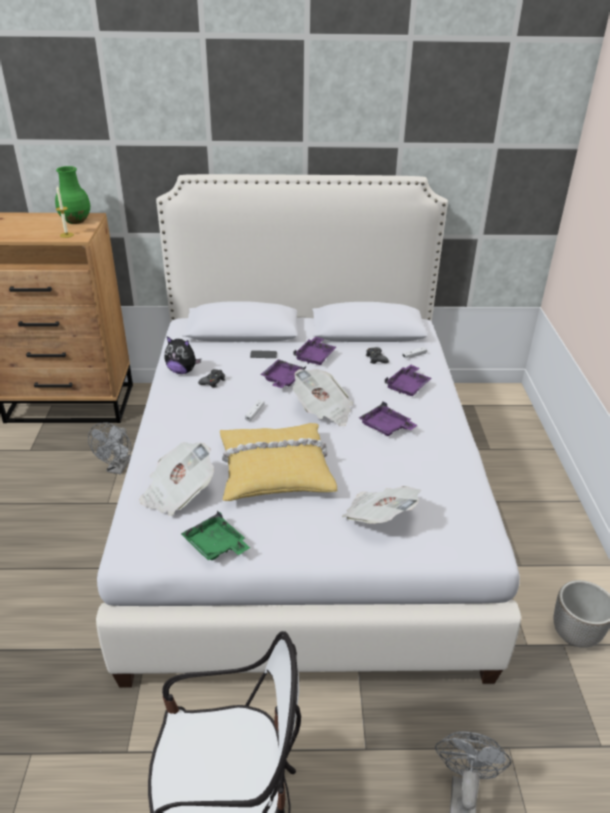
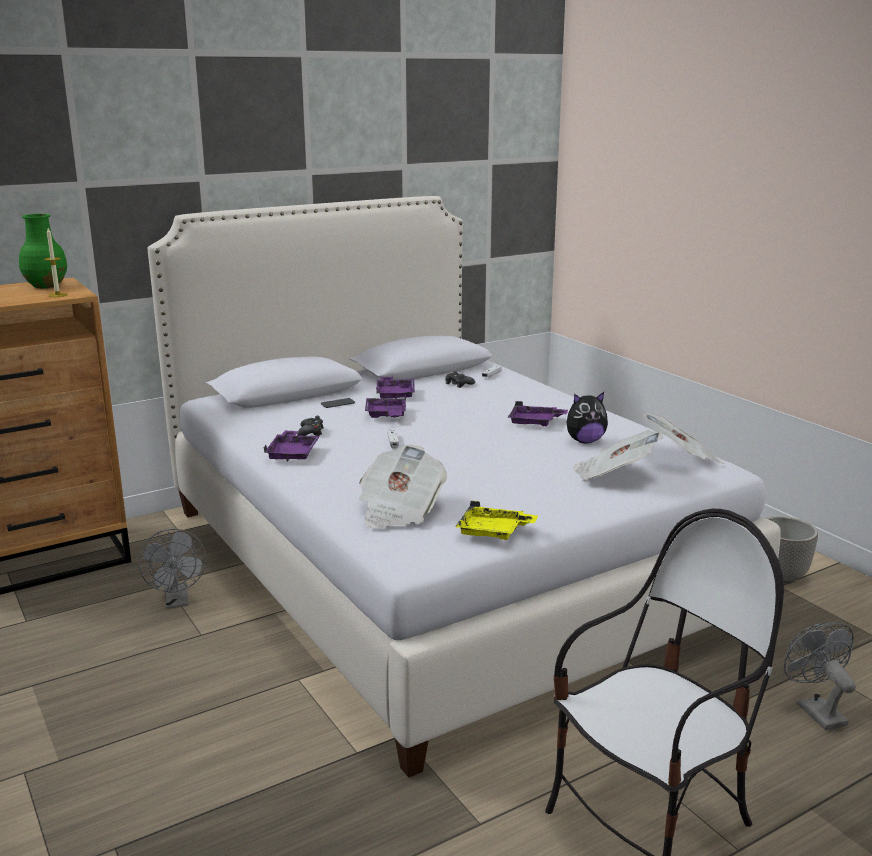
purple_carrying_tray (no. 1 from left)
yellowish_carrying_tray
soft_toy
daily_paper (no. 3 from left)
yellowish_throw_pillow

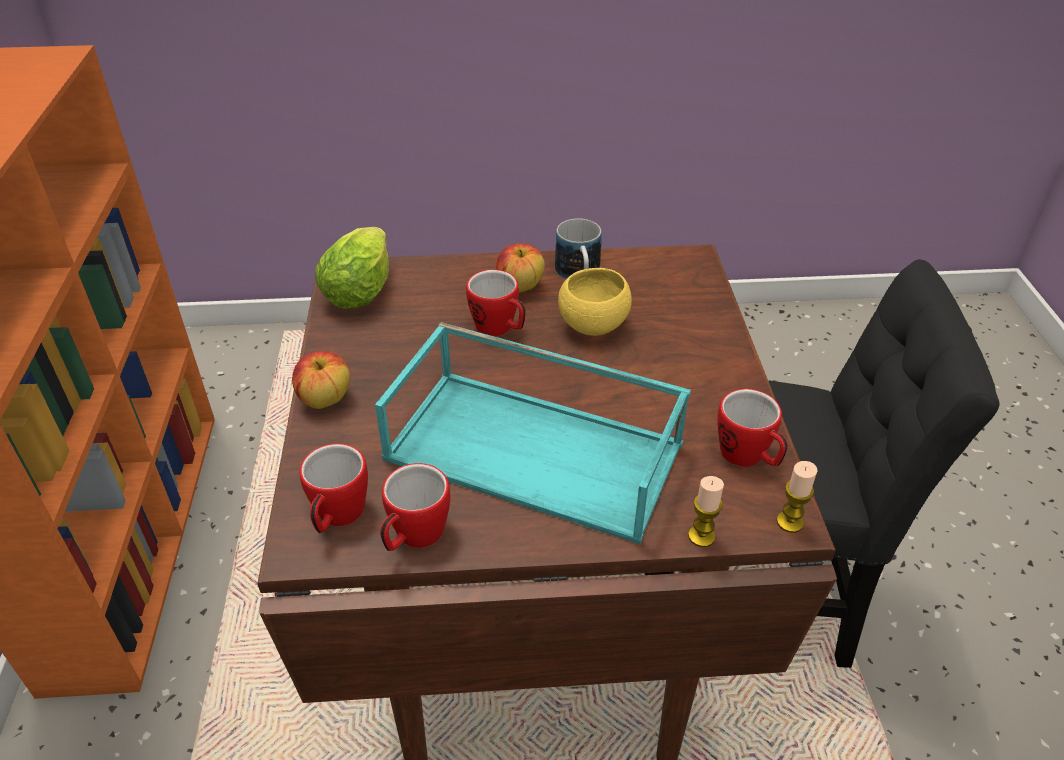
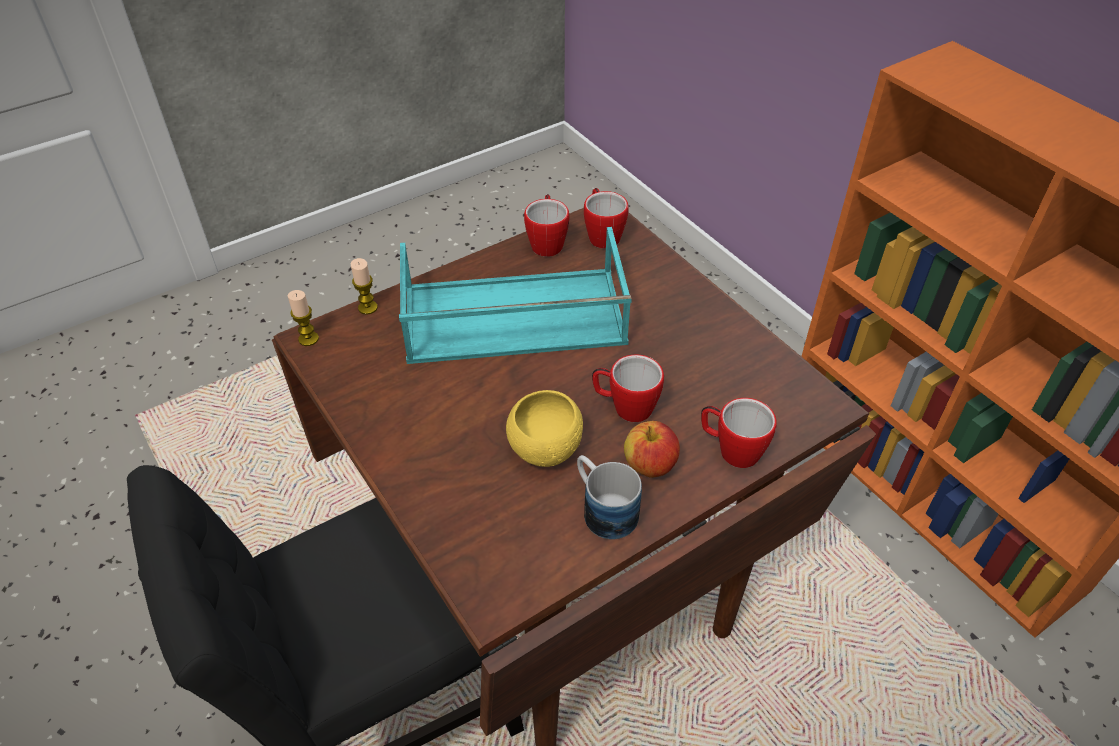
coffee_mug (no. 5 from left)
apple (no. 1 from left in the first image)
head_of_lettuce

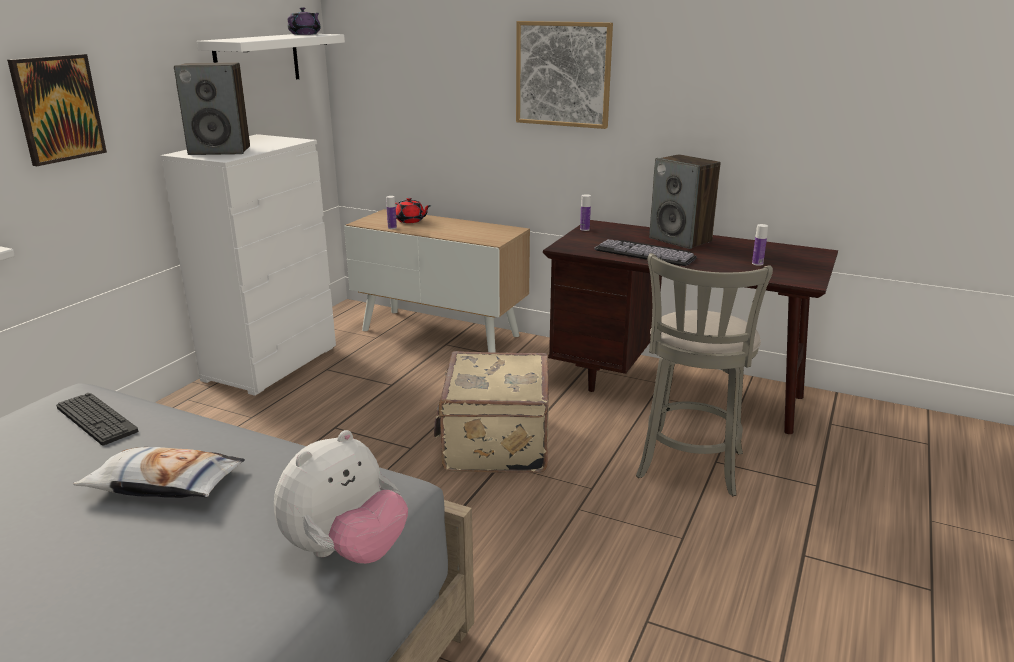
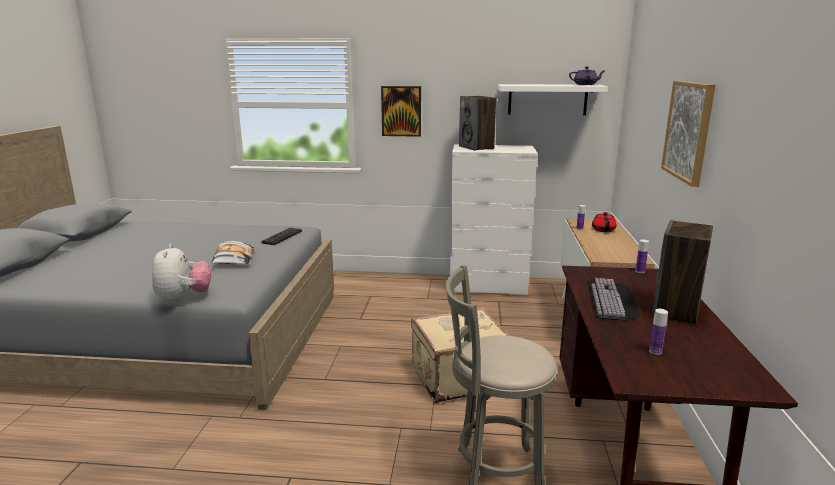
soft_toy

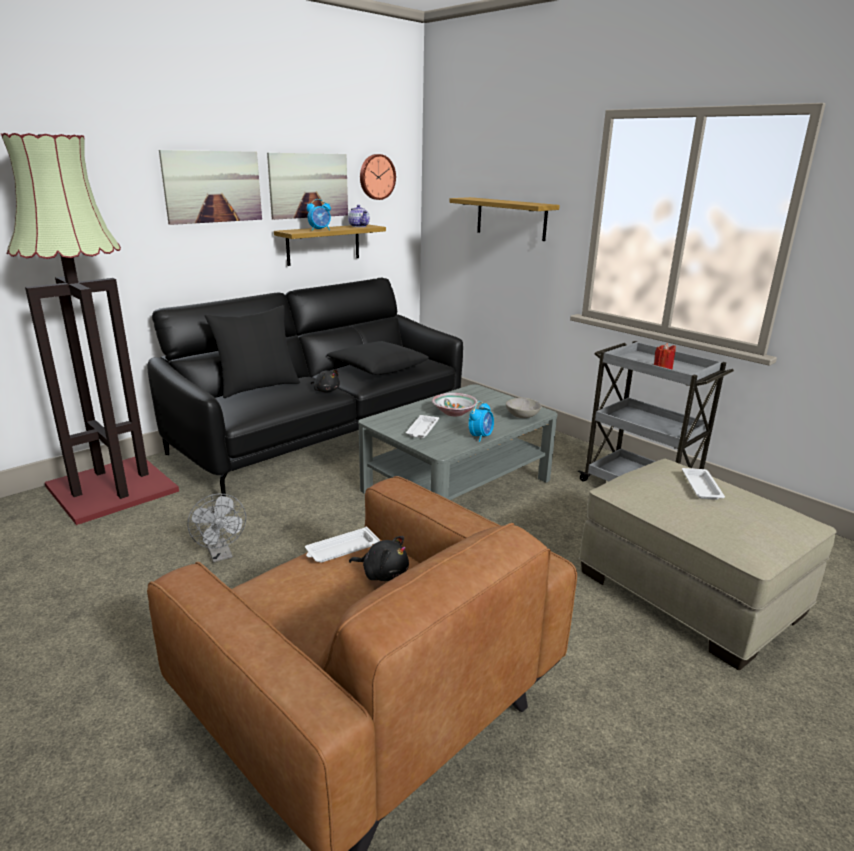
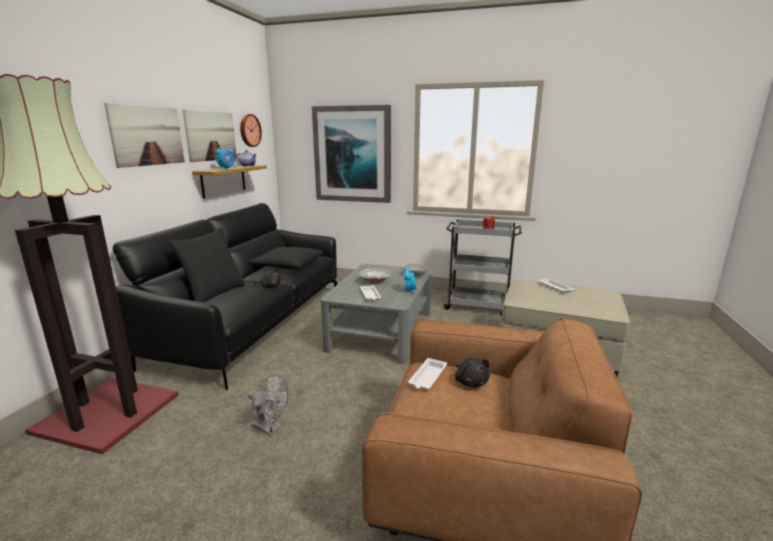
picture (no. 3 from left)
black_soft_toy (no. 2 from left)

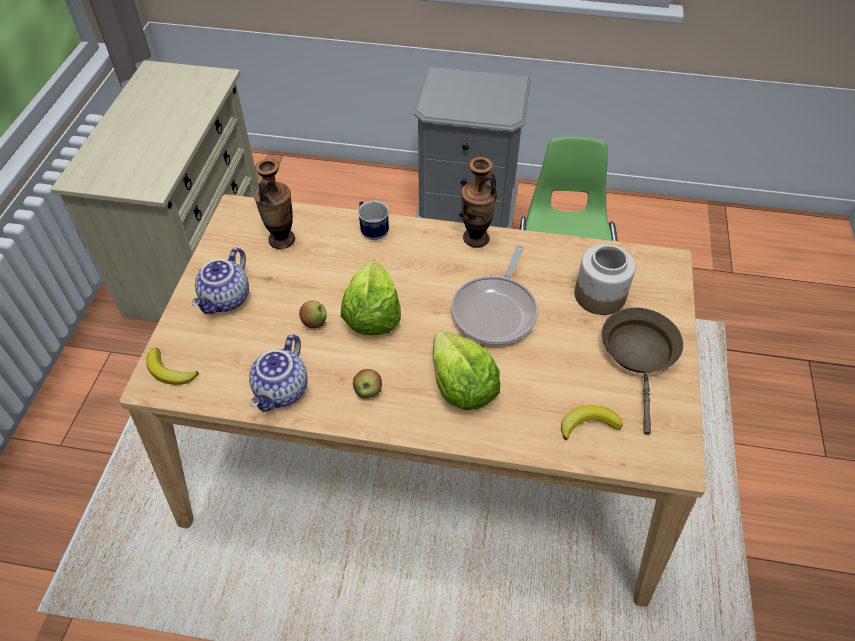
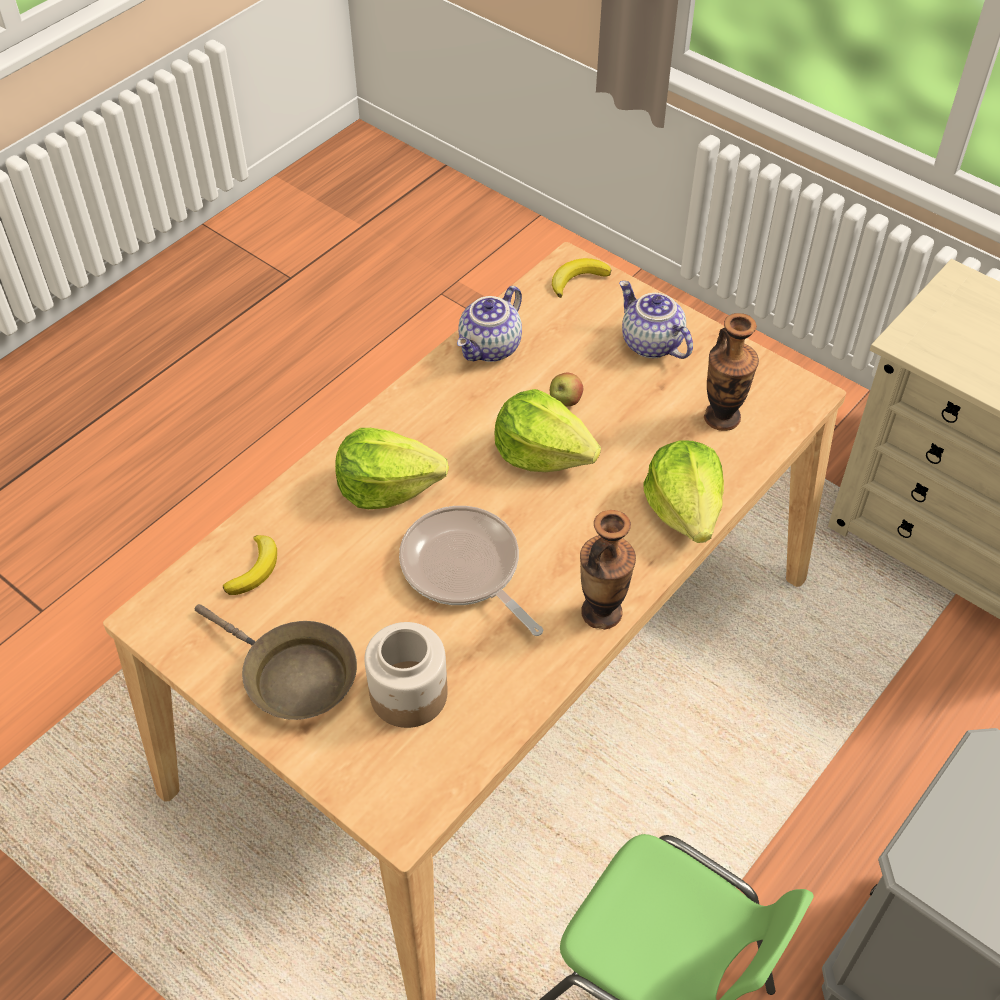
pot_for_tea (no. 1 from left)
head_of_lettuce (no. 3 from left)
apple (no. 2 from left in the first image)

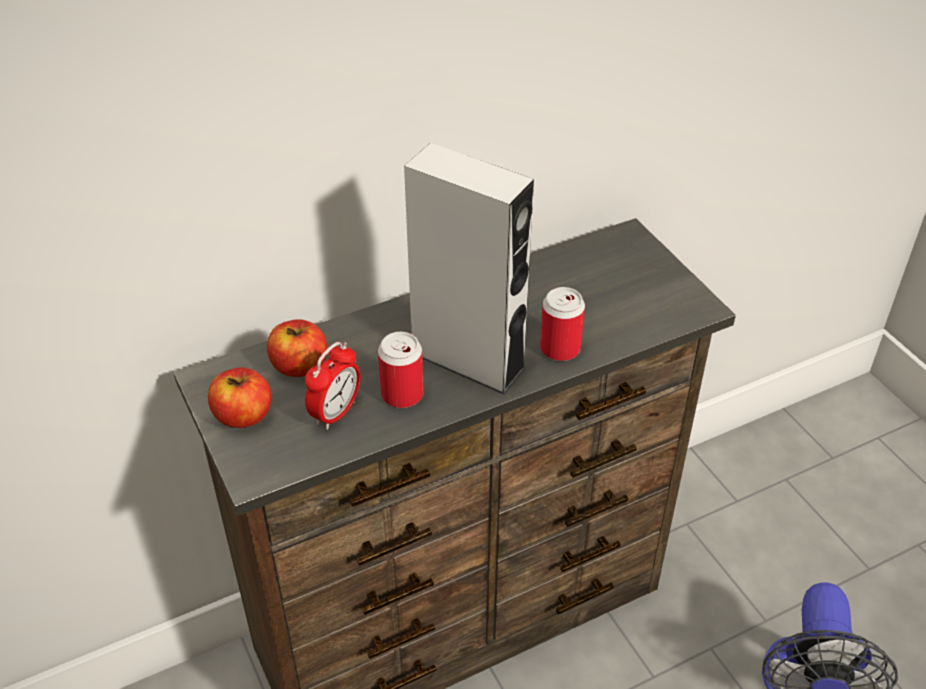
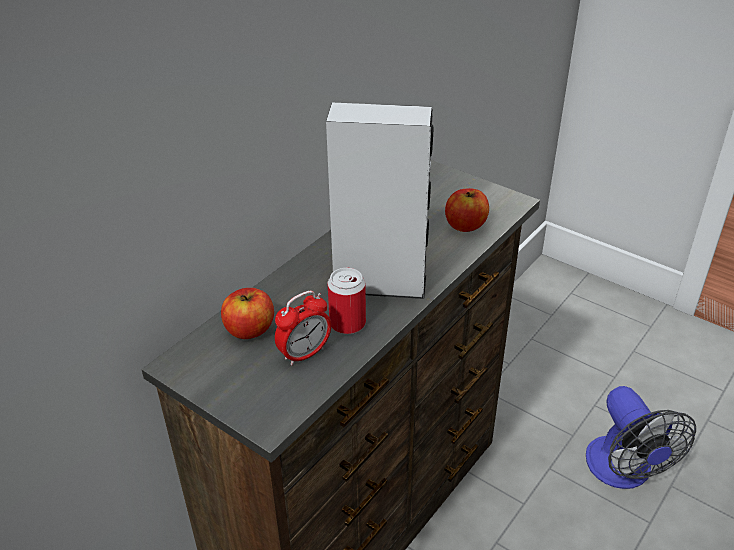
alarm_clock
apple (no. 2 from left)
metal_can (no. 2 from left in the first image)

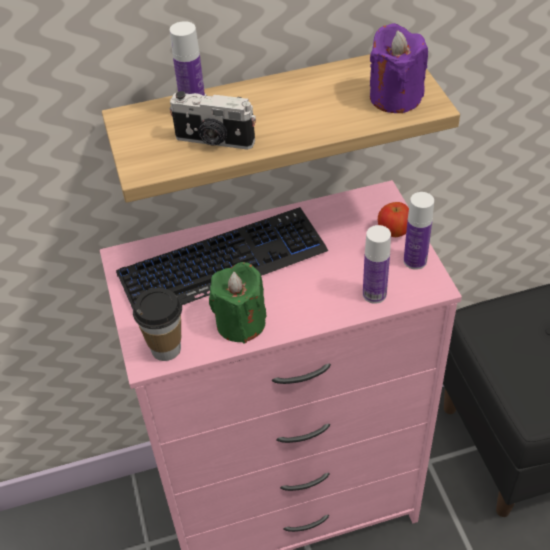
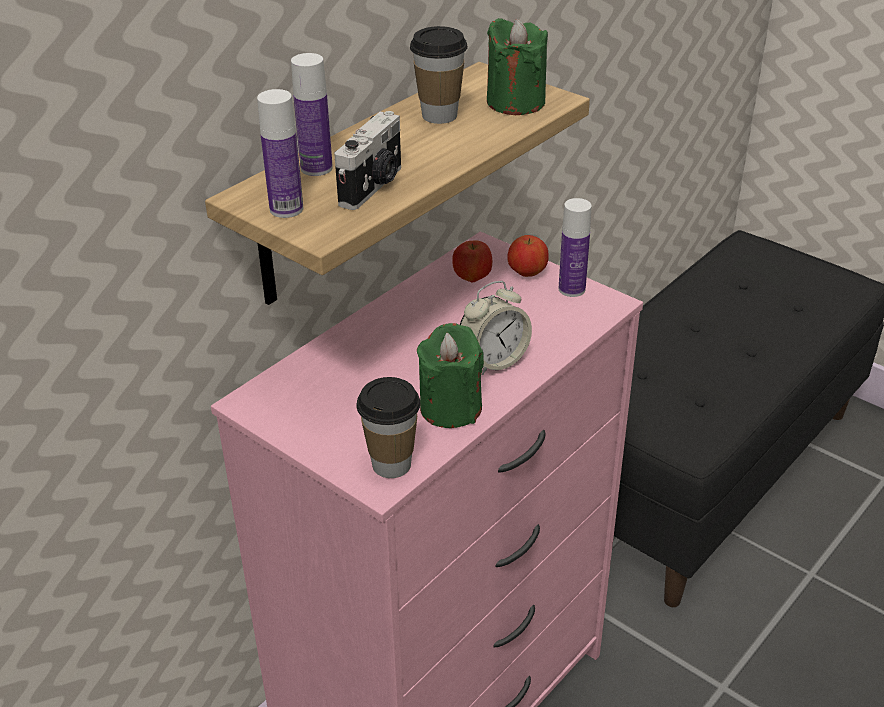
bottle (no. 1 from left)
still_camera
drinking_cup (no. 2 from left)
apple (no. 1 from left)
alarm_clock
green_wax_candle (no. 2 from left)
keyboard

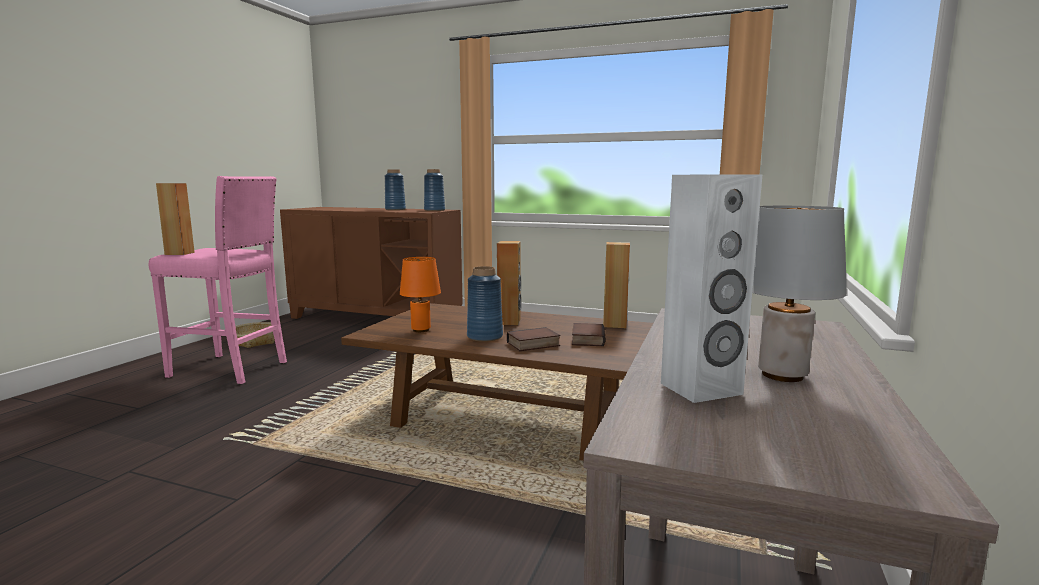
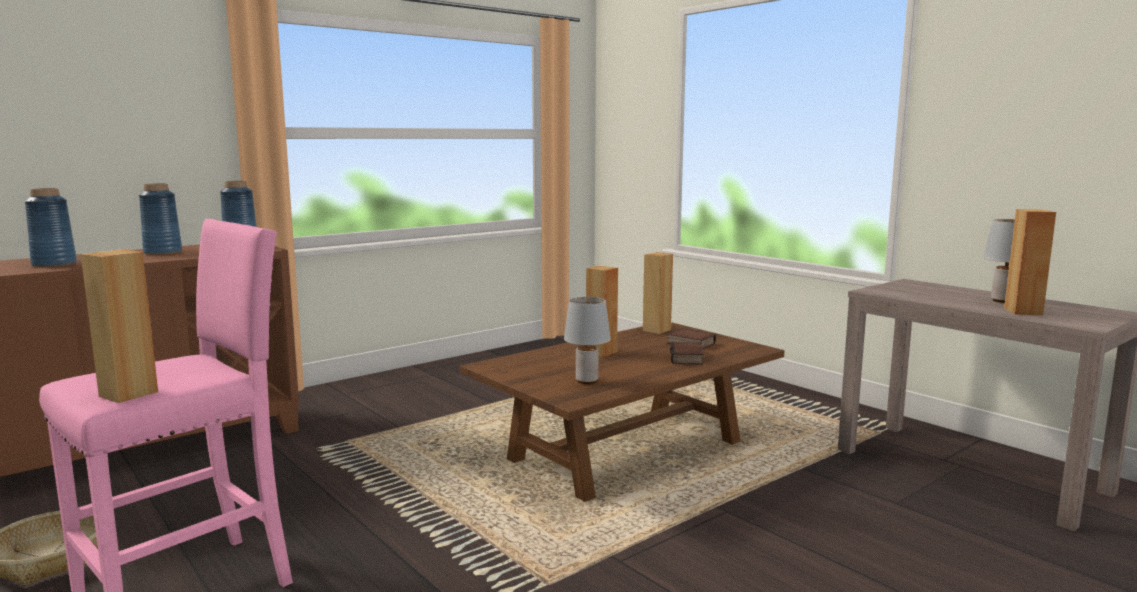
bluish_decorative_vase (no. 1 from left)
grey_table_lamp (no. 1 from left)
brown-coloured_speaker (no. 4 from left)

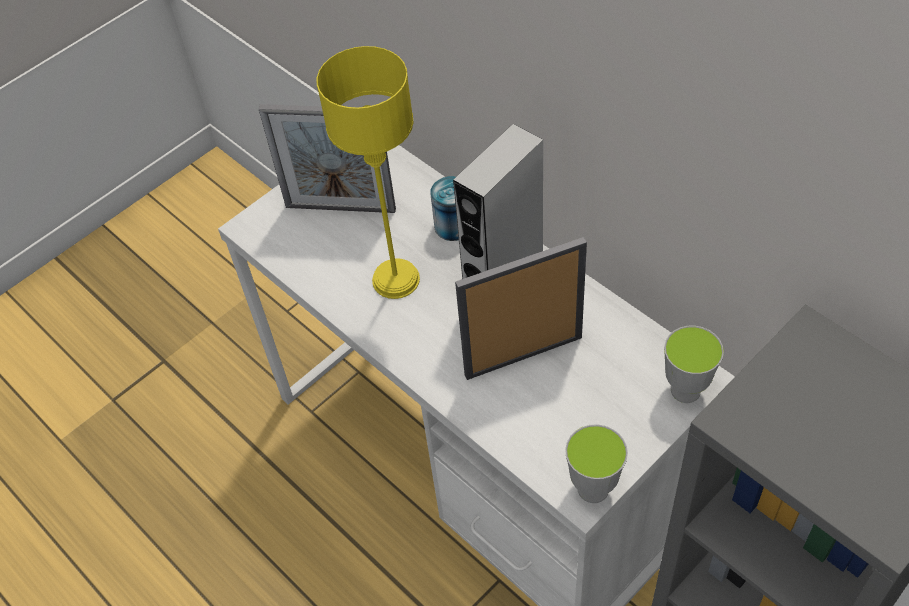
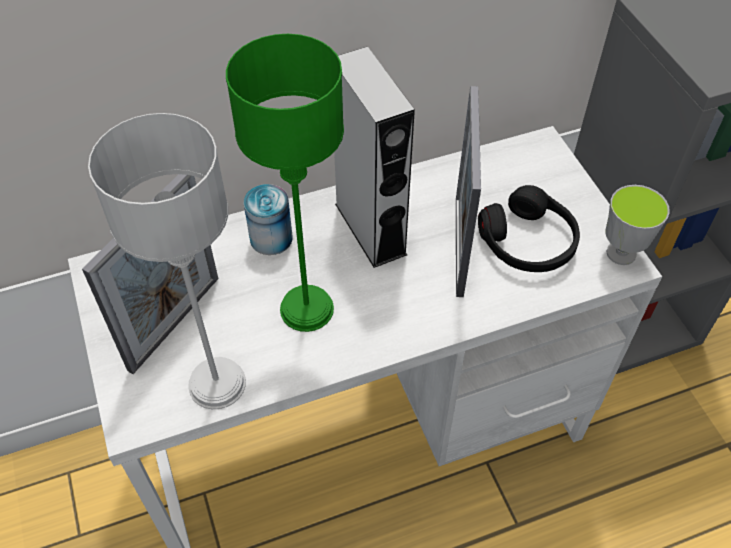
grey_table_lamp
green_table_lamp
black_headset
drinking_cup (no. 2 from left in the first image)

